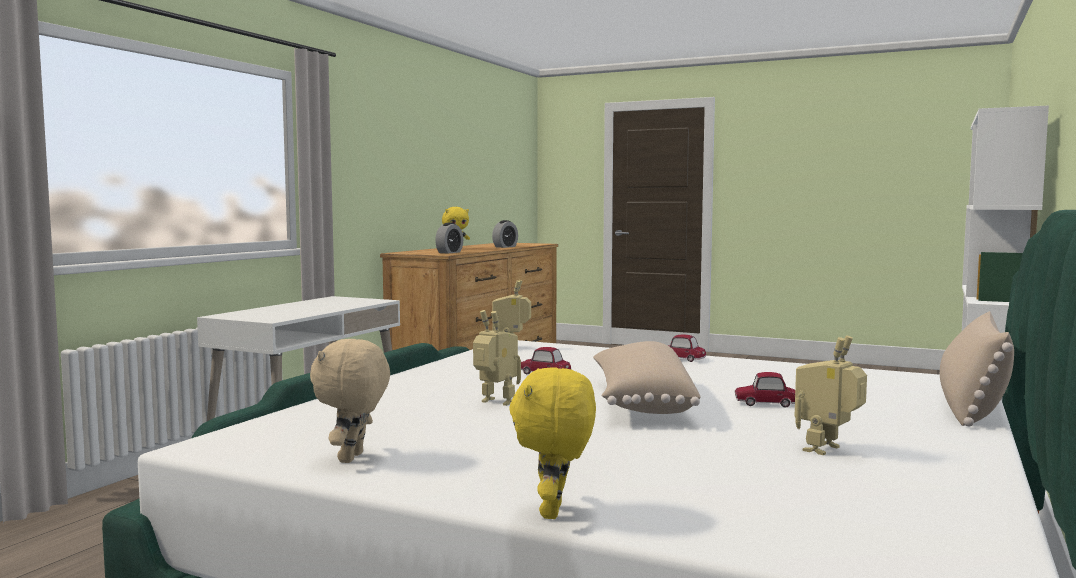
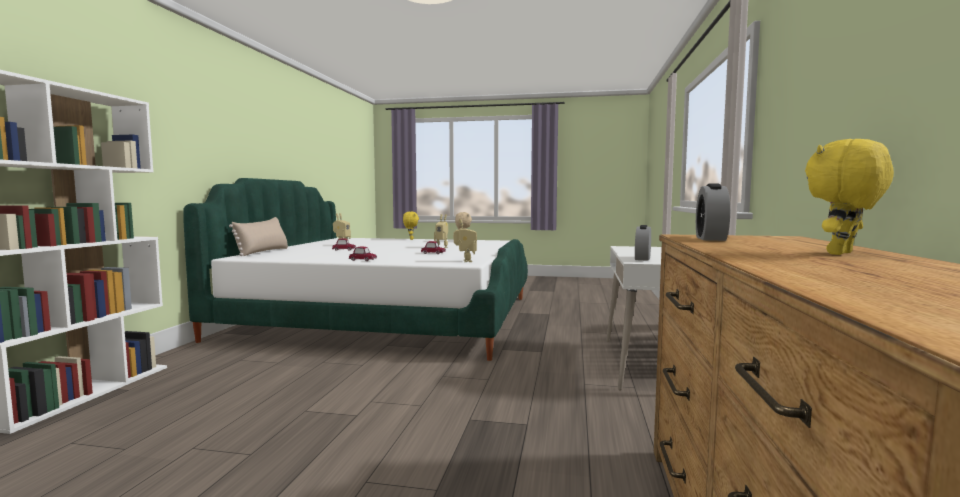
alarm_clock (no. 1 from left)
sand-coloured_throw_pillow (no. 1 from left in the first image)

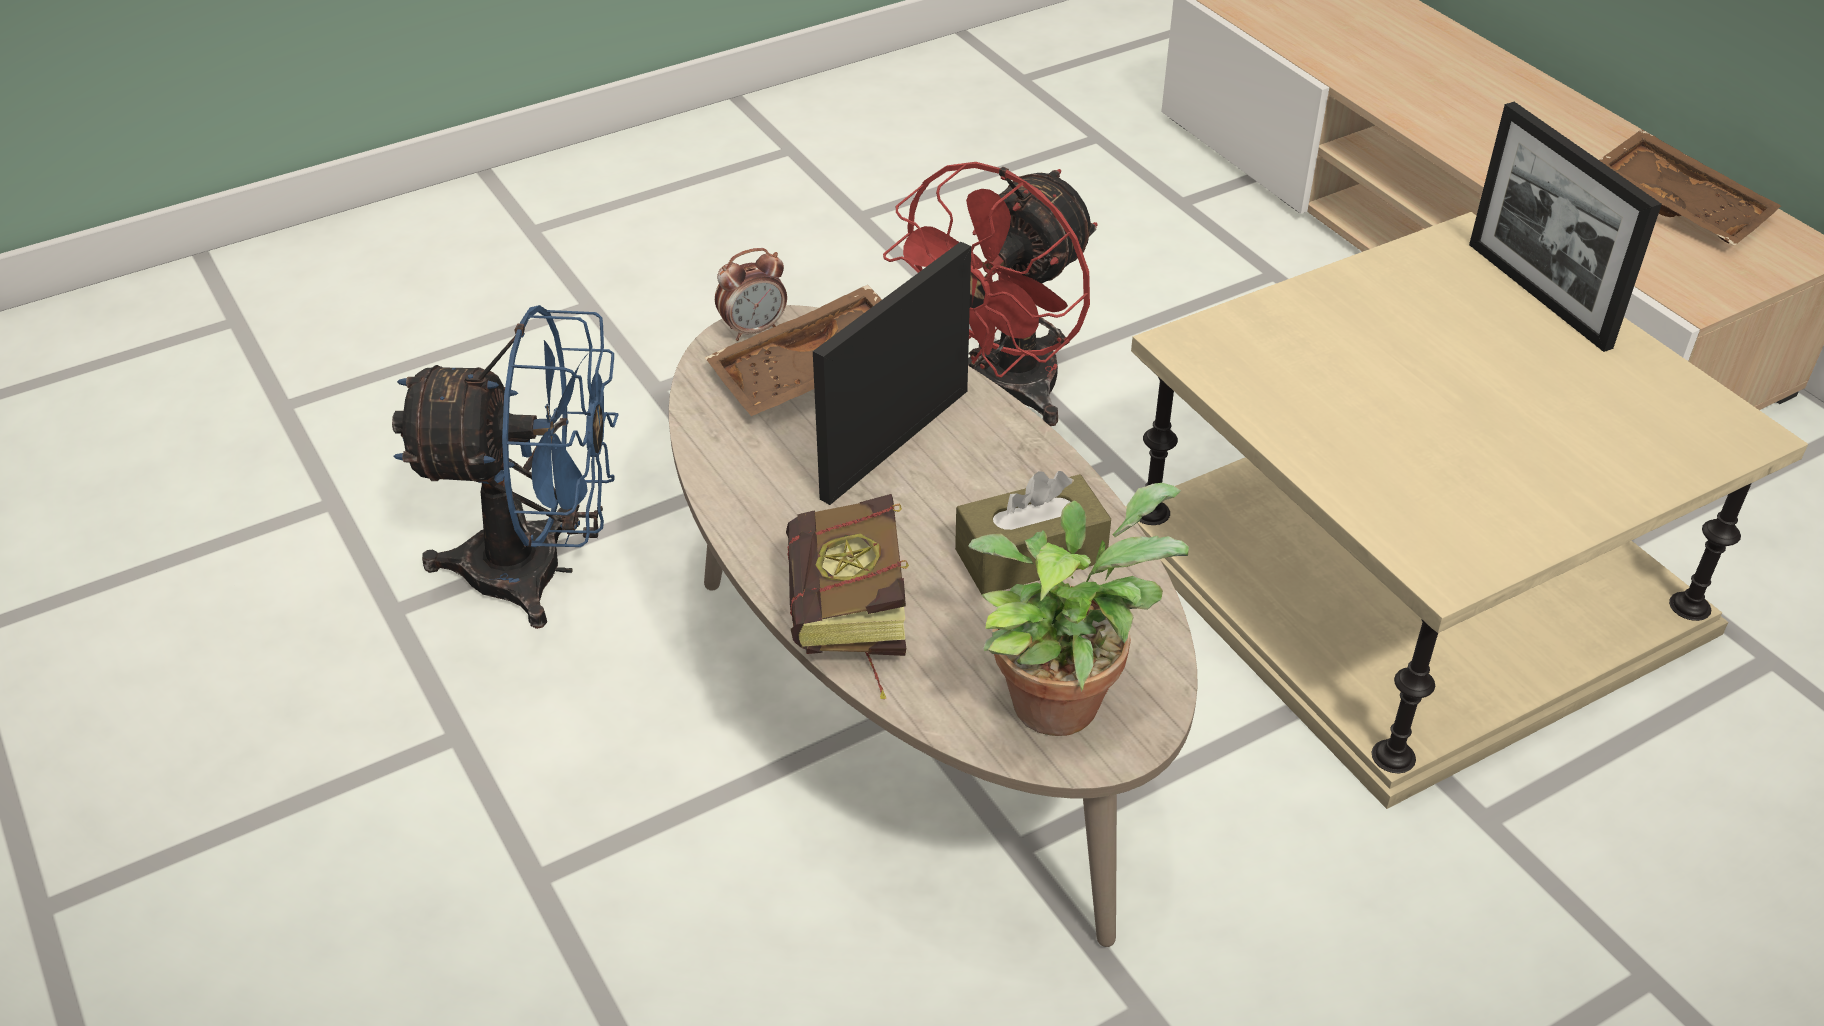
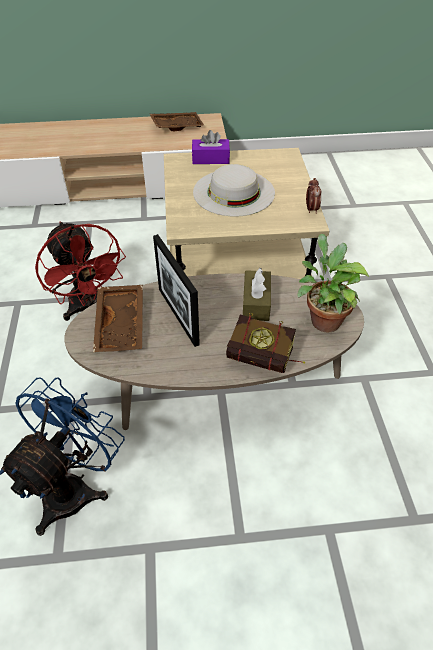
purple_tissue_box
whitish_hat
alarm_clock

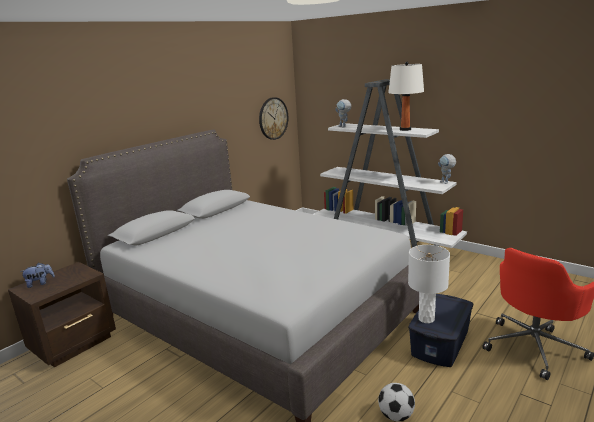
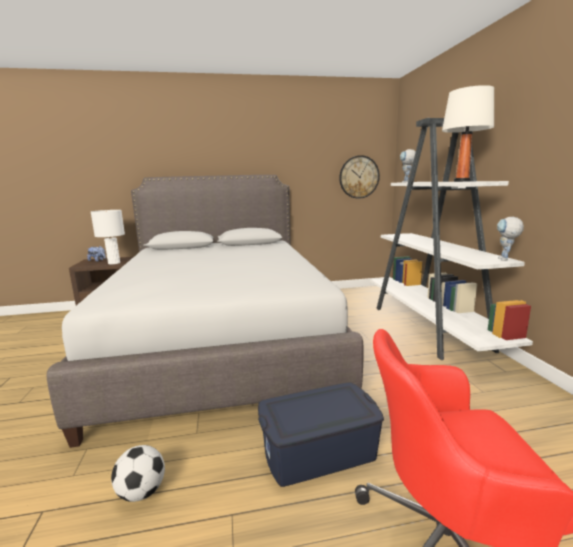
whitish_table_lamp (no. 1 from left)

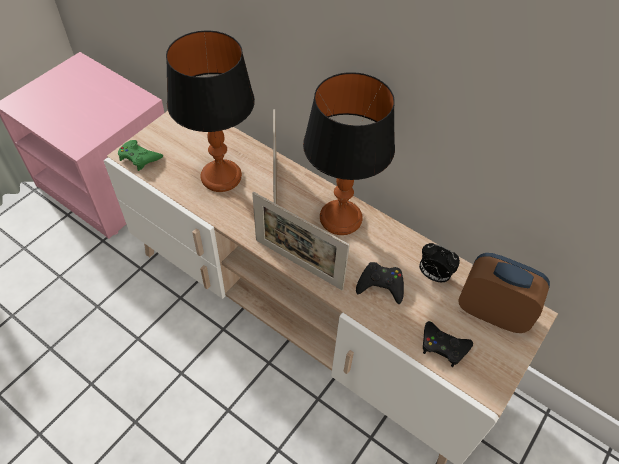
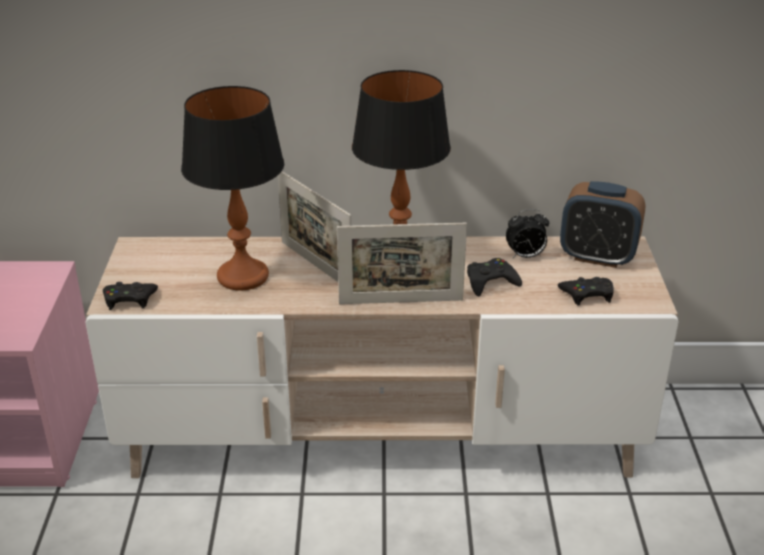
black_gamepad (no. 1 from left)
alarm_clock (no. 2 from left)

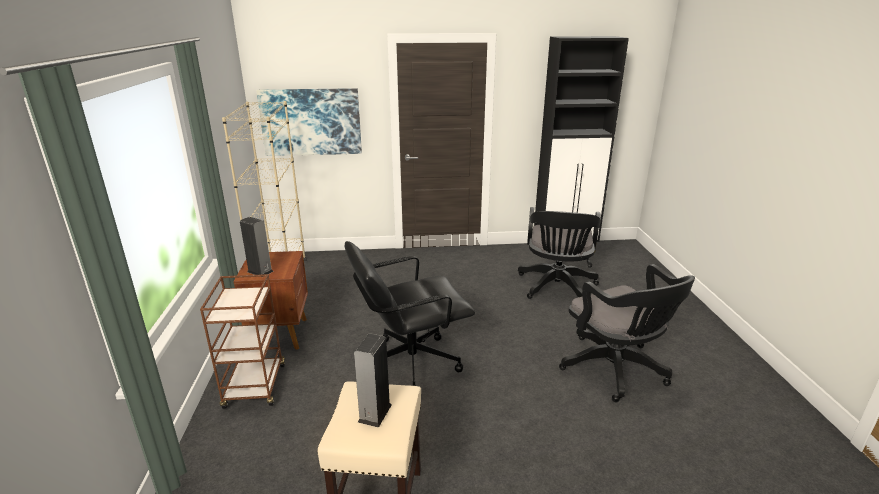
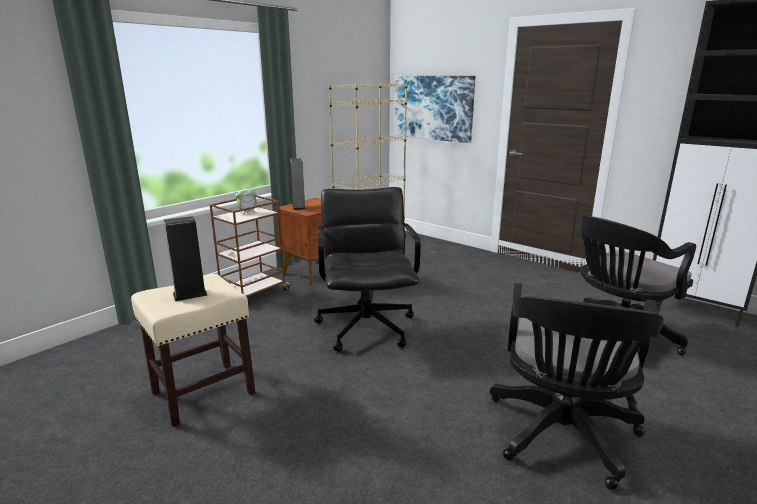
alarm_clock
black_computer_chair (no. 1 from left)

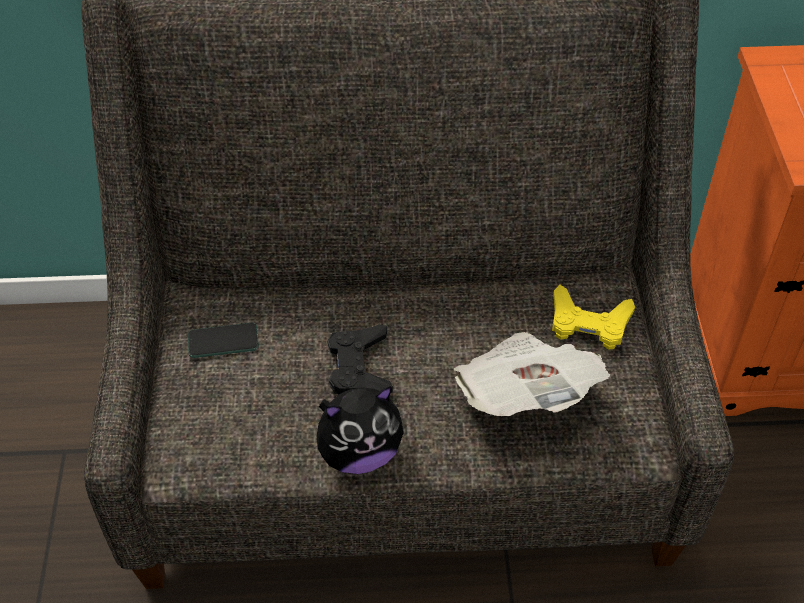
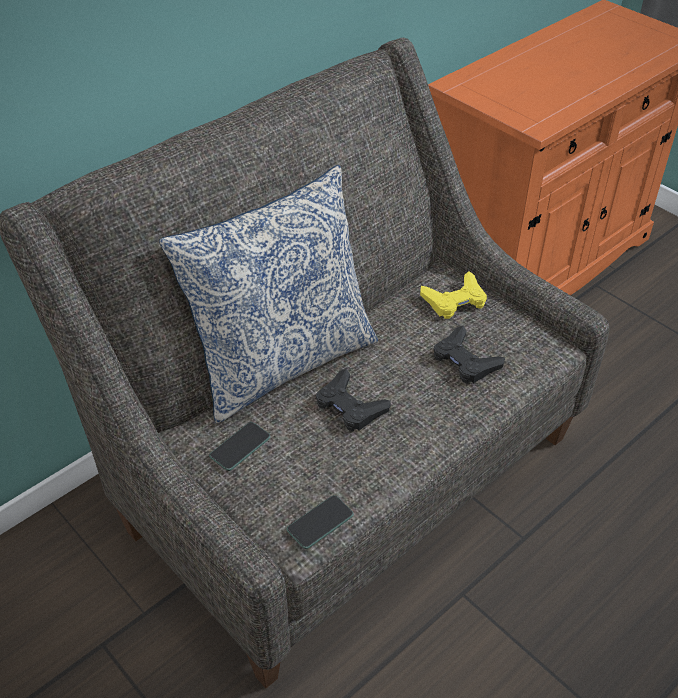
throw_pillow
handset (no. 2 from left)
black_gamepad (no. 2 from left)
soft_toy

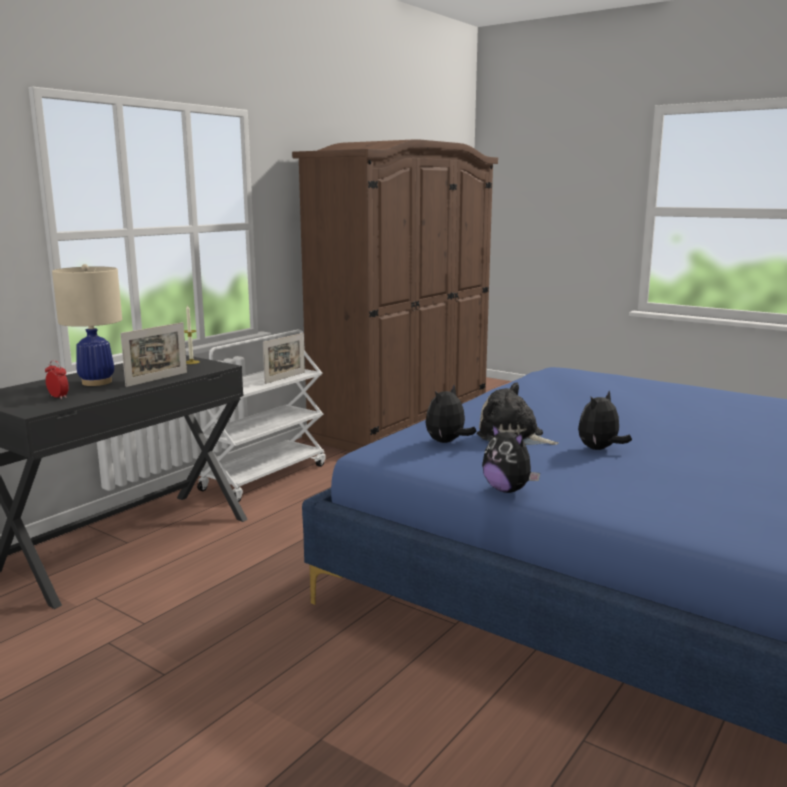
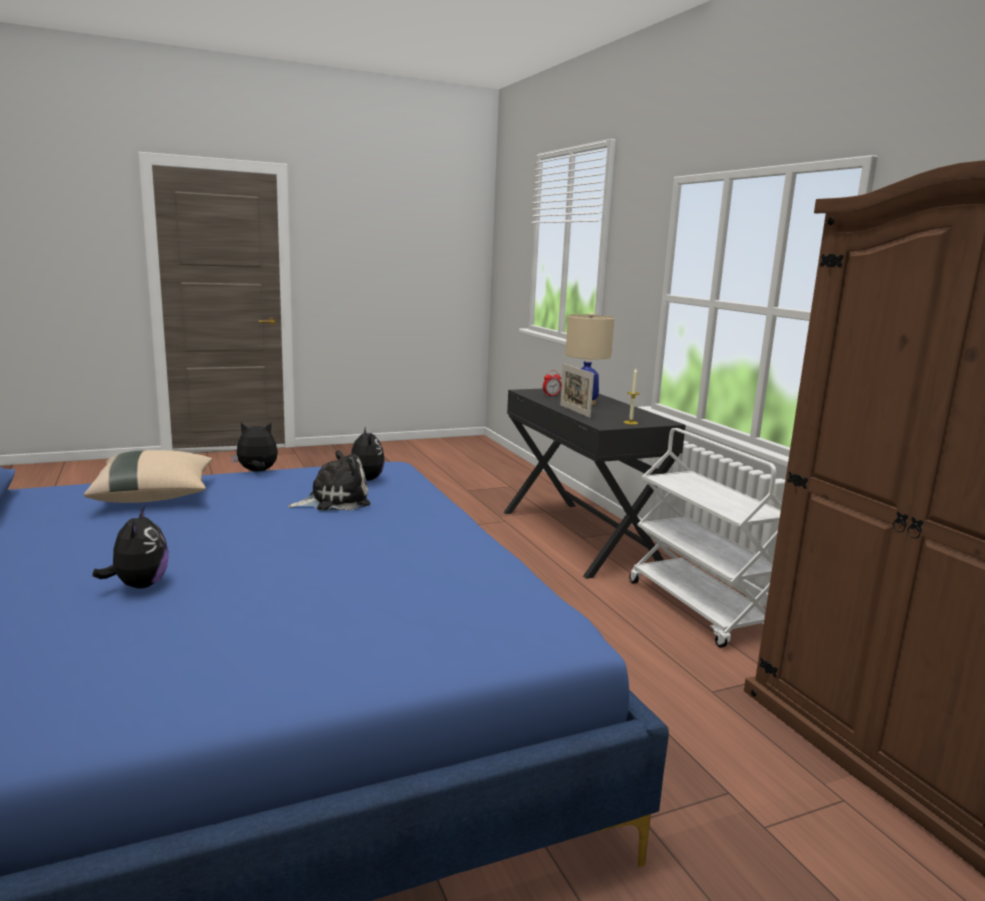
sand-coloured_throw_pillow
soft_toy (no. 1 from left)
picture_frame (no. 2 from left in the first image)

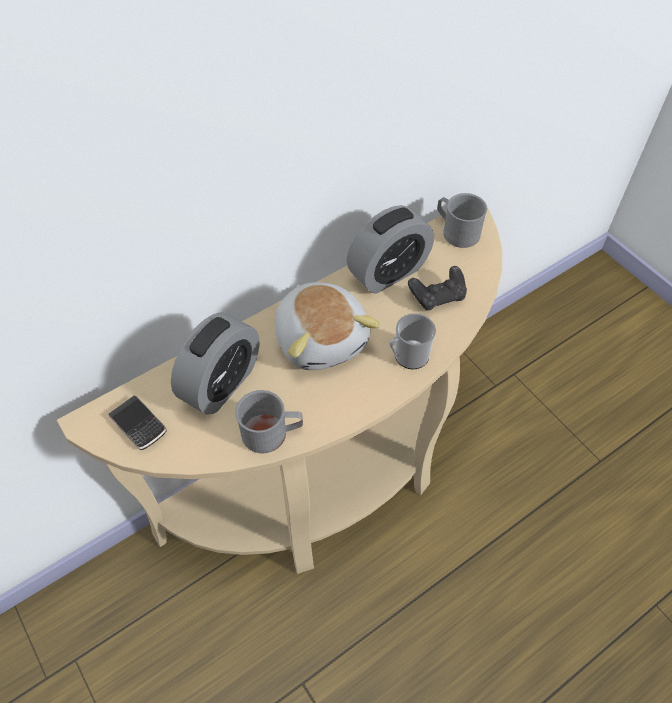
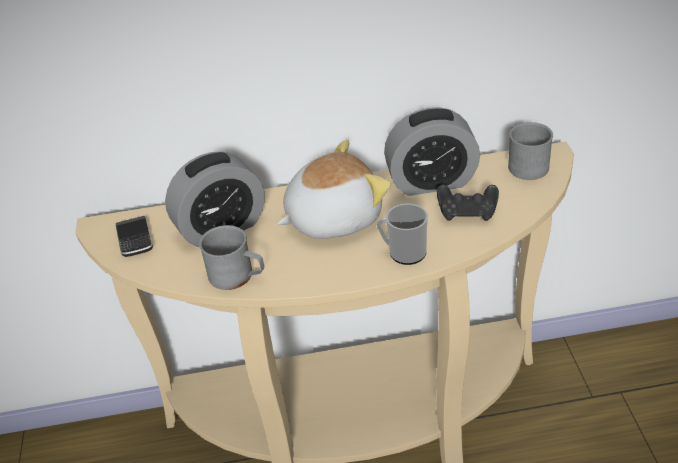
soft_toy

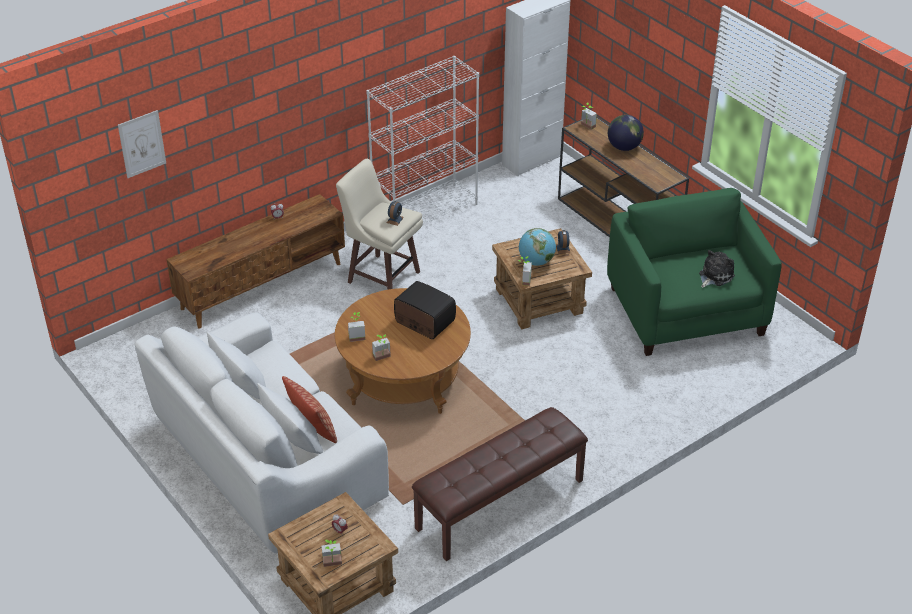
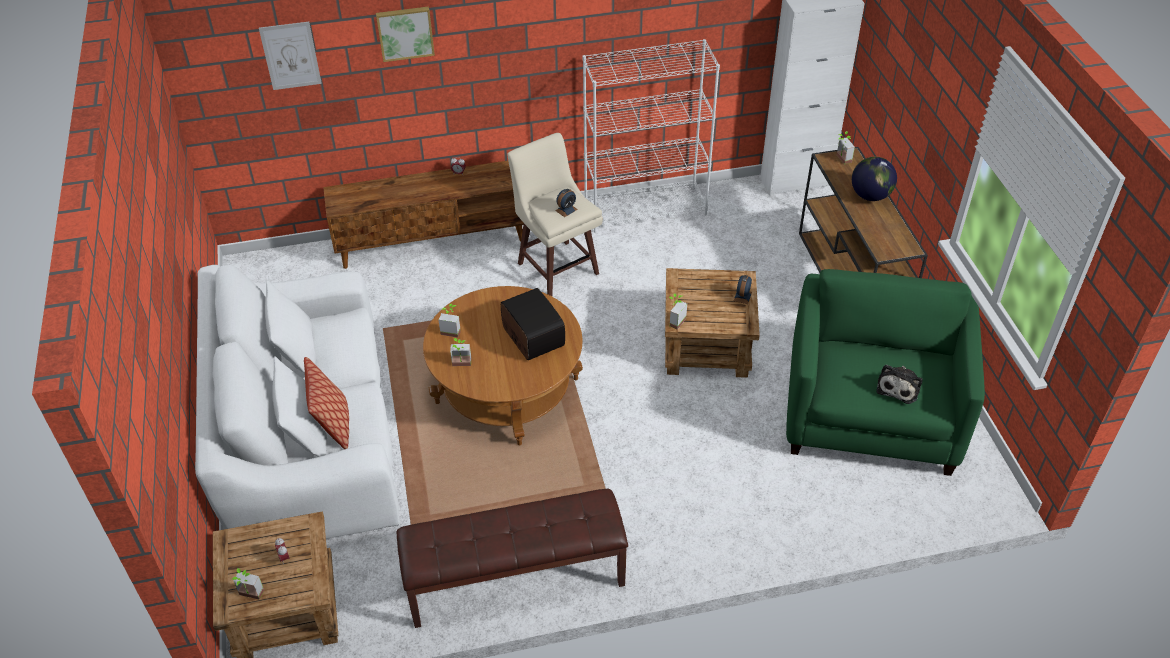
picture (no. 2 from left)
soft_toy
world_globe (no. 1 from left in the first image)

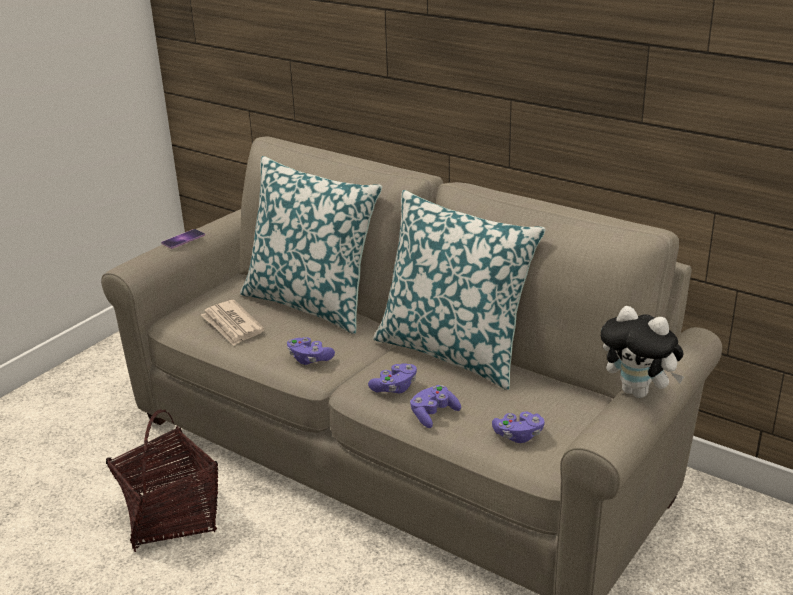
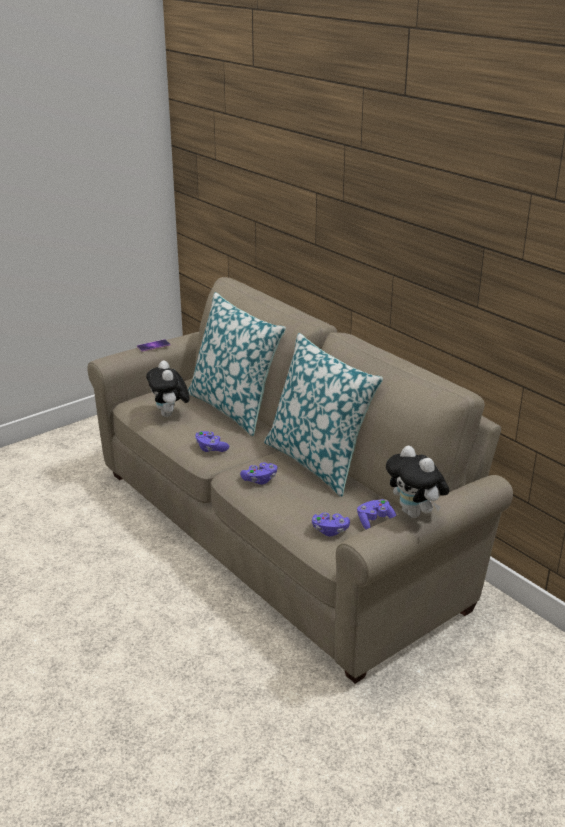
soft_toy (no. 1 from left)
purple_gamepad (no. 4 from left)
basket

